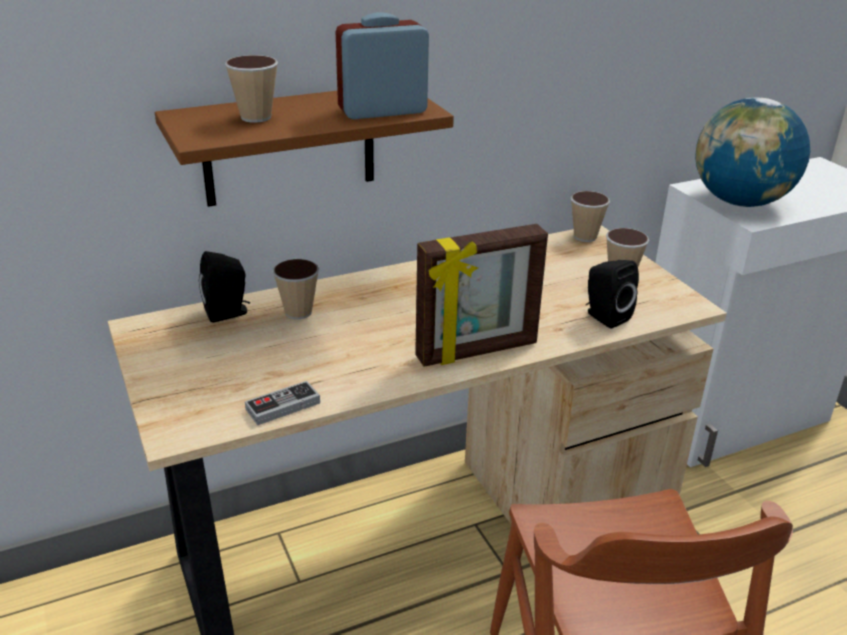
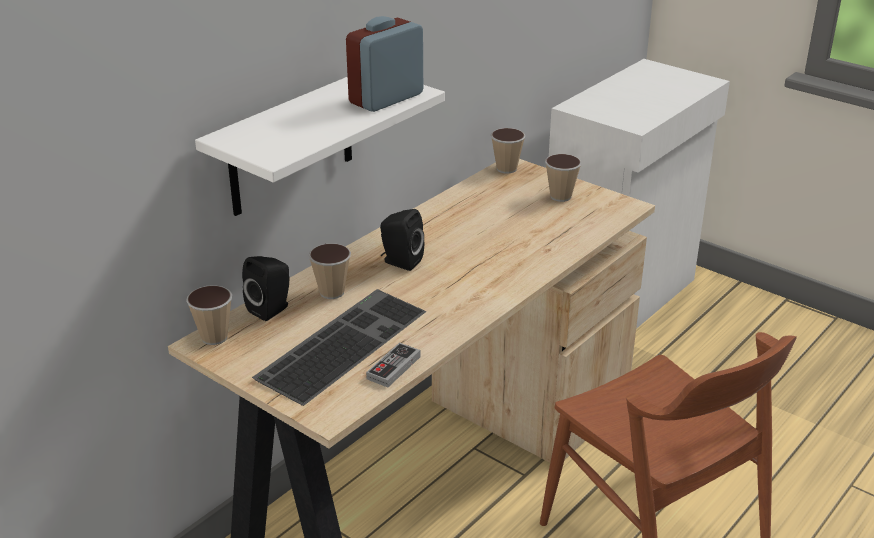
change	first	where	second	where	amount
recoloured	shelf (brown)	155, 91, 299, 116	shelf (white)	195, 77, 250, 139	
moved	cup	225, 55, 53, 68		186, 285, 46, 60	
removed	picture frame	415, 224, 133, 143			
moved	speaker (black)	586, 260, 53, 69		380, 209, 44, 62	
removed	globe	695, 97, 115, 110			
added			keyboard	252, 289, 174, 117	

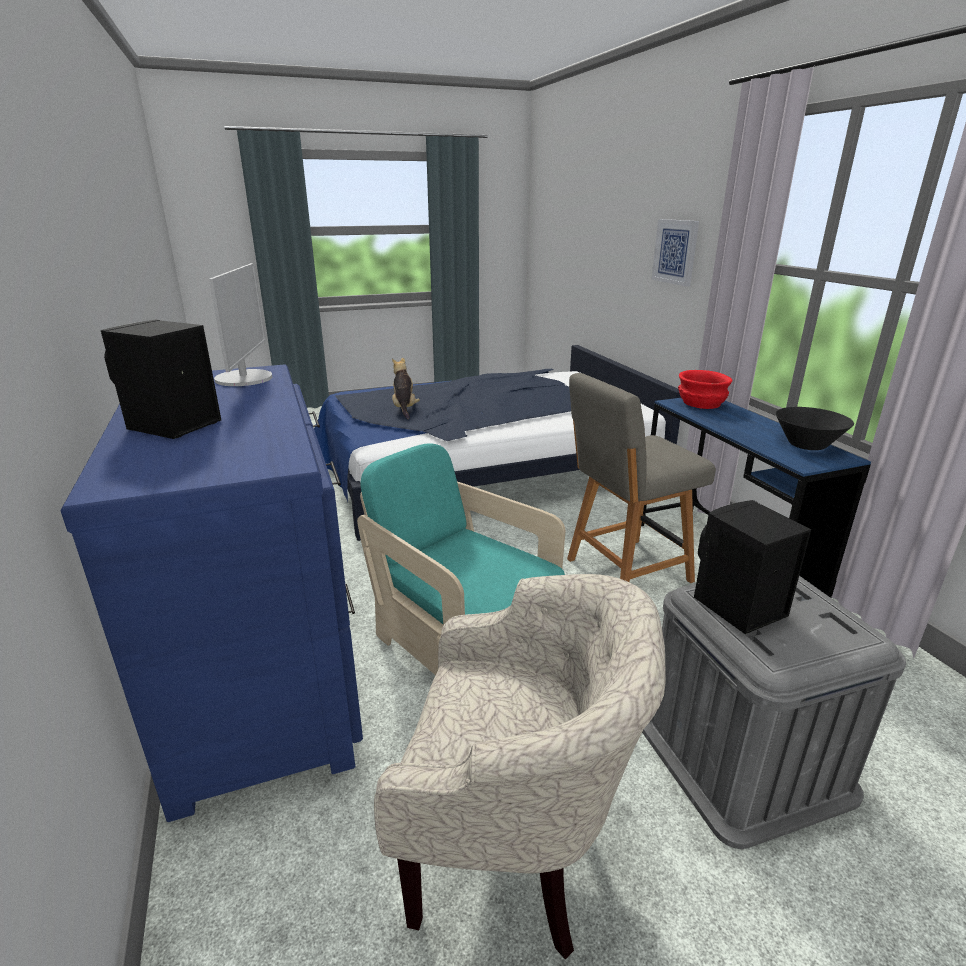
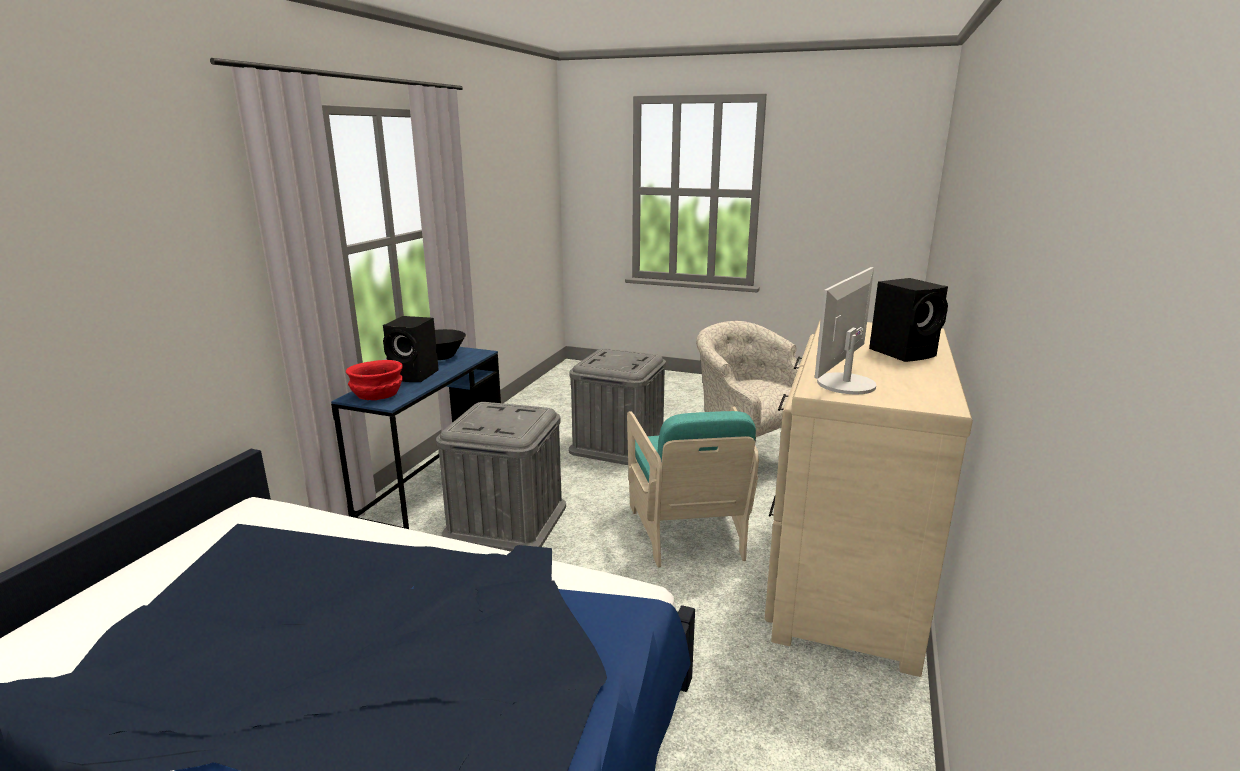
change	first	where	second	where	amount
recoloured	dresser (blue)	60, 364, 303, 458	dresser (beige)	764, 319, 209, 358	
removed	plush toy	392, 358, 28, 61			
replaced	chair (grey)	567, 373, 149, 210	storage box (grey)	436, 402, 130, 150	
removed	picture	651, 219, 48, 68			
moved	speaker (black)	694, 500, 117, 134		383, 316, 56, 66	

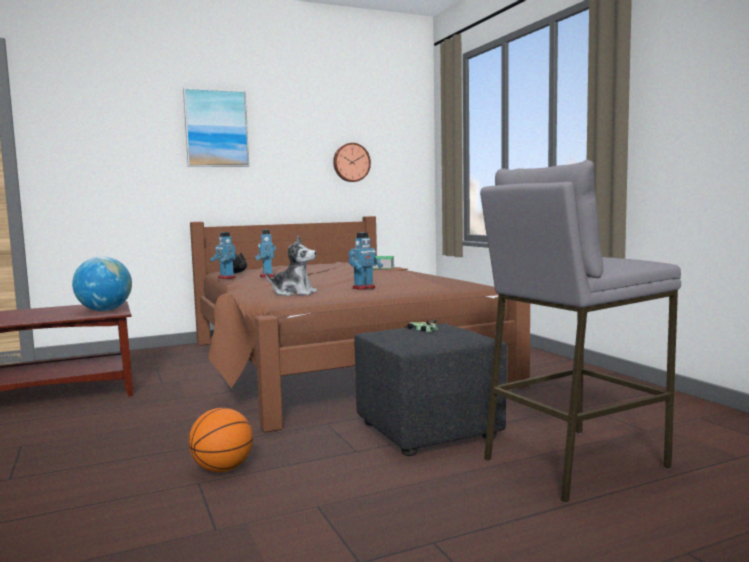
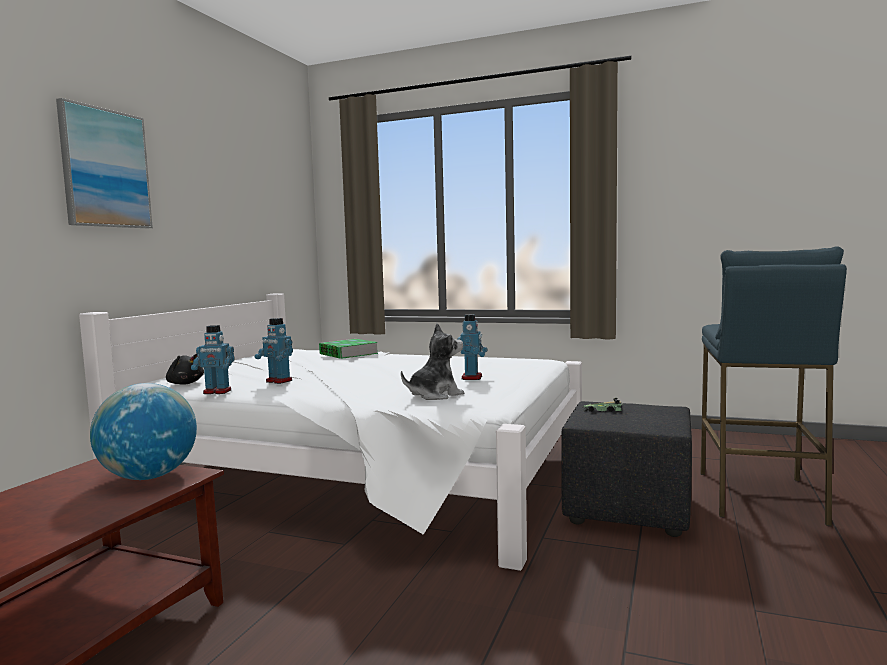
change	first	where	second	where	amount
removed	basketball	188, 408, 65, 64			
recoloured	bed (brown)	190, 216, 340, 216	bed (white)	79, 293, 503, 278	
removed	wall clock	333, 143, 38, 39			
recoloured	stool (grey)	480, 160, 201, 343	stool (blue)	700, 246, 147, 280	

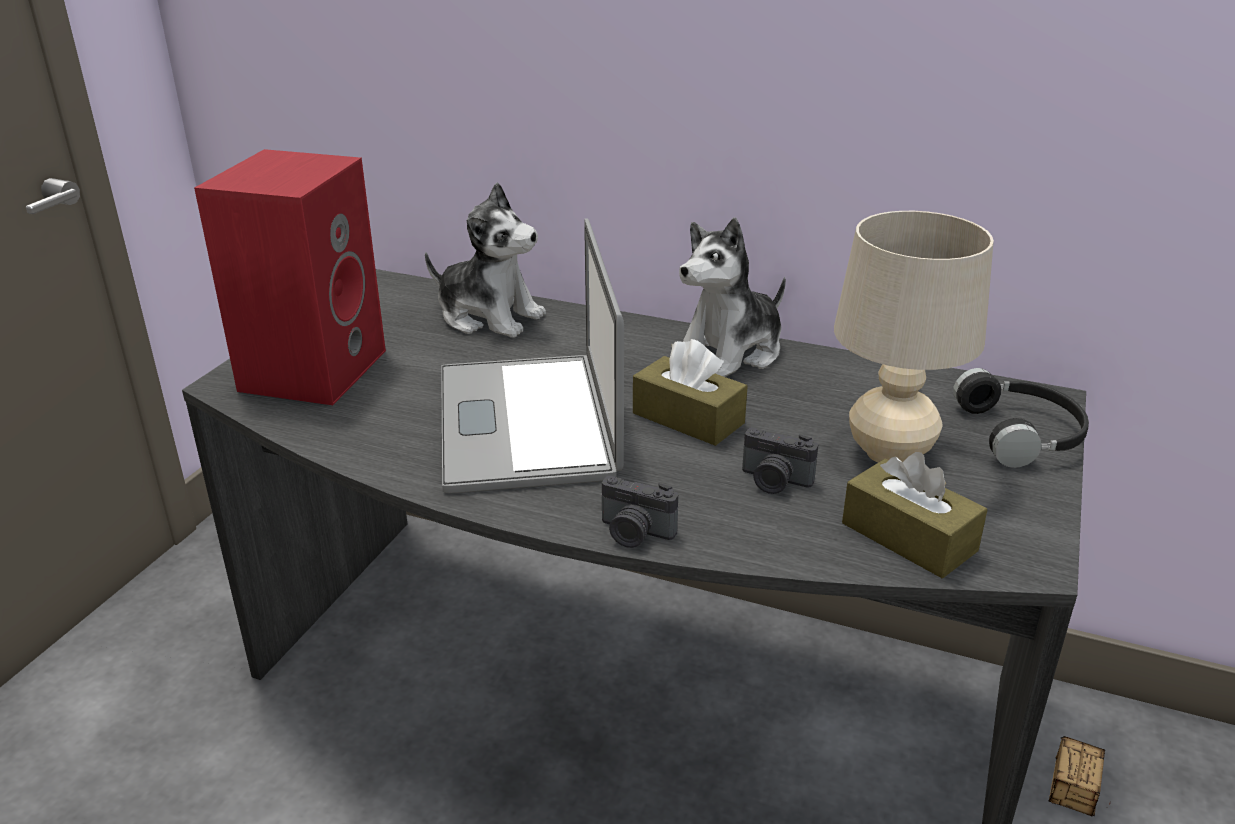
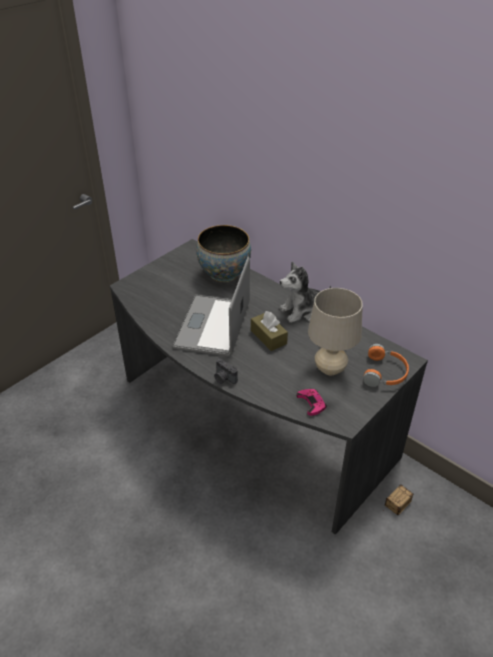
change	first	where	second	where	amount
removed	speaker (red)	194, 149, 192, 256			
replaced	plush toy	425, 182, 121, 156	bowl	196, 225, 55, 57	
removed	photo camera	742, 428, 76, 66			
replaced	tissue box (brown)	842, 452, 145, 126	game controller (pink)	297, 389, 30, 27	
recoloured	headphones (black)	953, 368, 136, 100	headphones (orange)	363, 344, 46, 43	

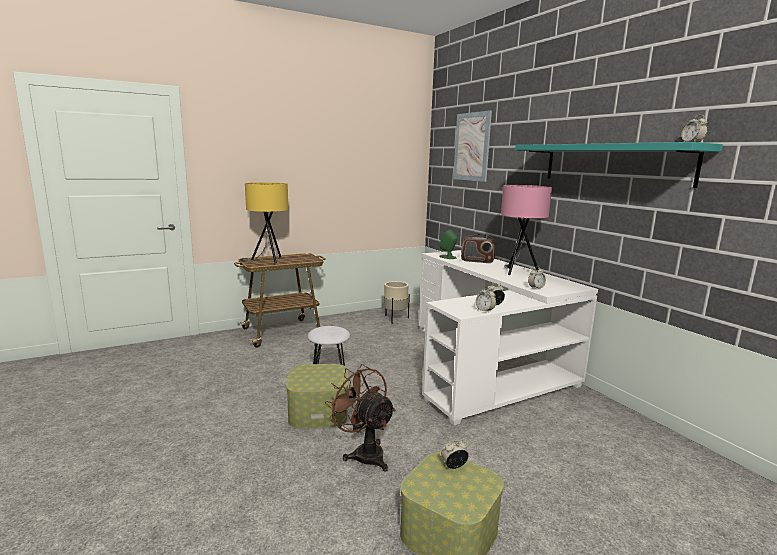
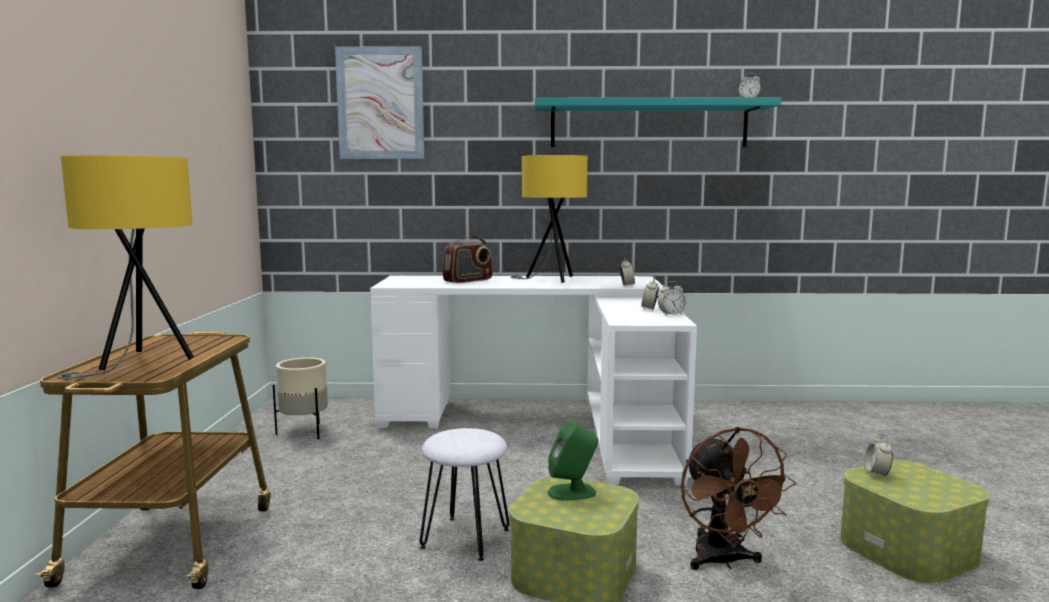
change	first	where	second	where	amount
turned	fan (brown)	325, 364, 71, 108		681, 427, 115, 143	90 degrees counterclockwise
moved	speaker (green)	439, 230, 19, 29		548, 421, 50, 79	
recoloured	table lamp (pink)	501, 185, 51, 90	table lamp (yellow)	510, 155, 78, 128	

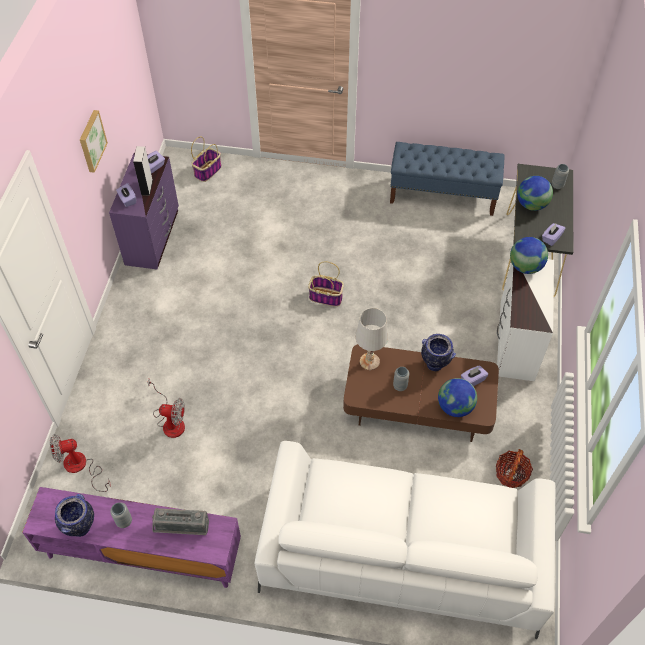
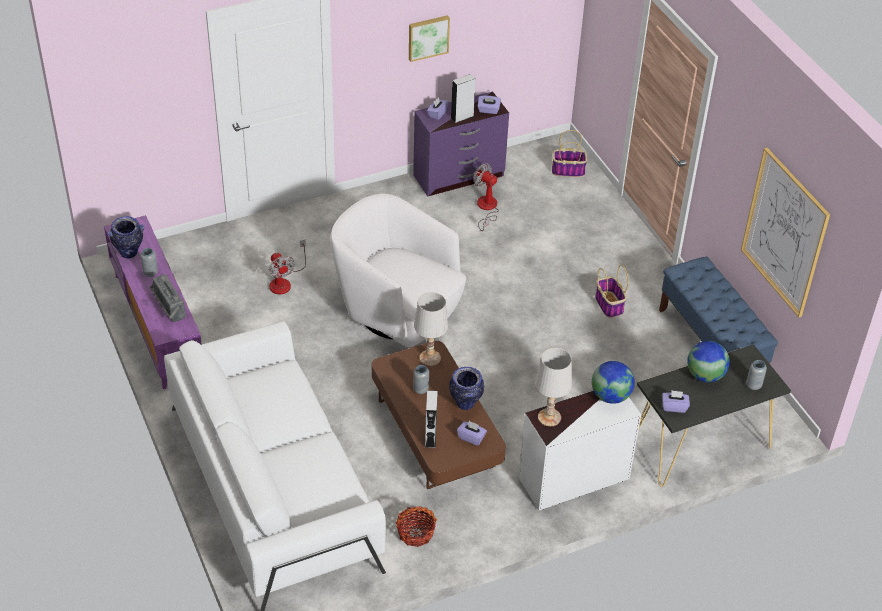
change	first	where	second	where	amount
moved	fan	50, 434, 61, 58		473, 163, 26, 68	
moved	basket	308, 261, 36, 46		595, 264, 34, 54	
replaced	globe	438, 378, 39, 39	speaker (grey)	425, 390, 13, 58	
added			armchair (white)	330, 194, 136, 153	
added			table lamp (white)	535, 348, 37, 78	
added			picture	741, 148, 89, 169	

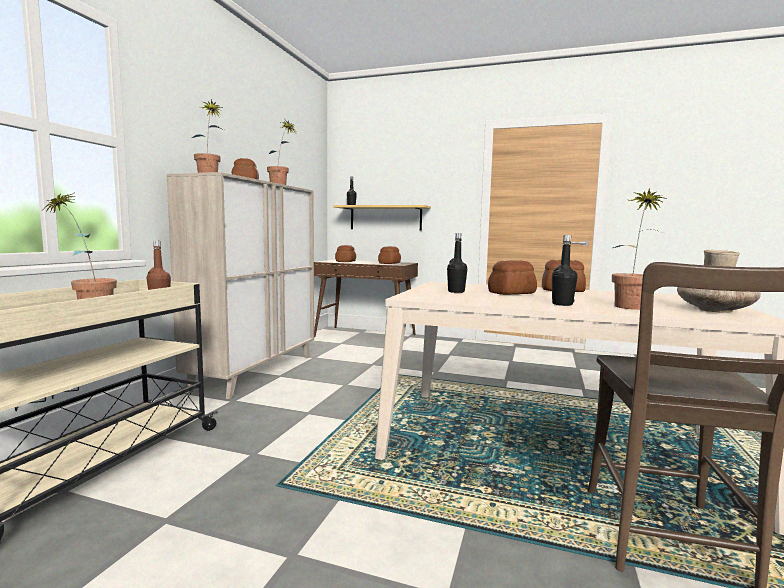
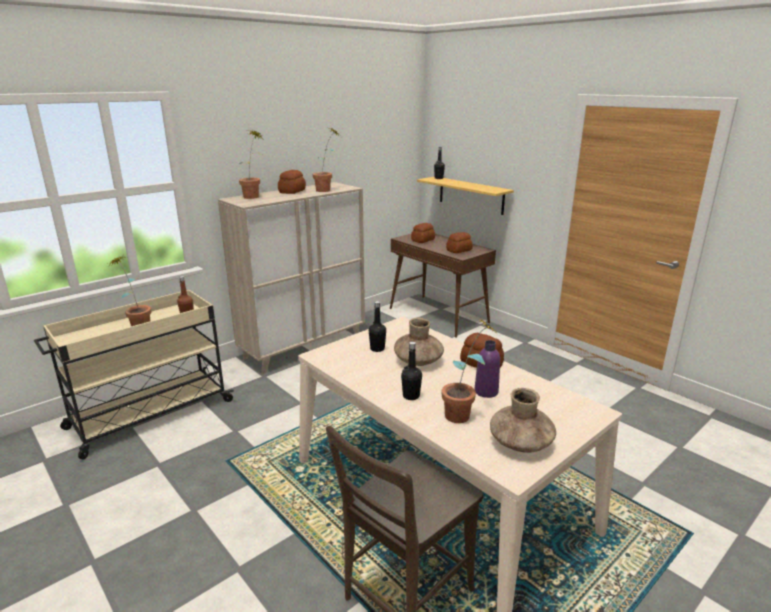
change	first	where	second	where	amount
replaced	bread	488, 260, 49, 35	vase (brown)	394, 318, 50, 48	
added			bottle (purple)	474, 340, 26, 58	

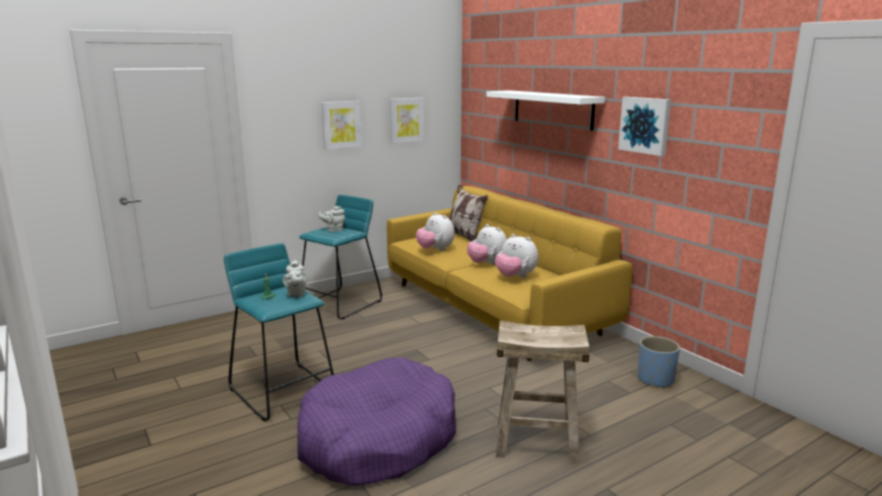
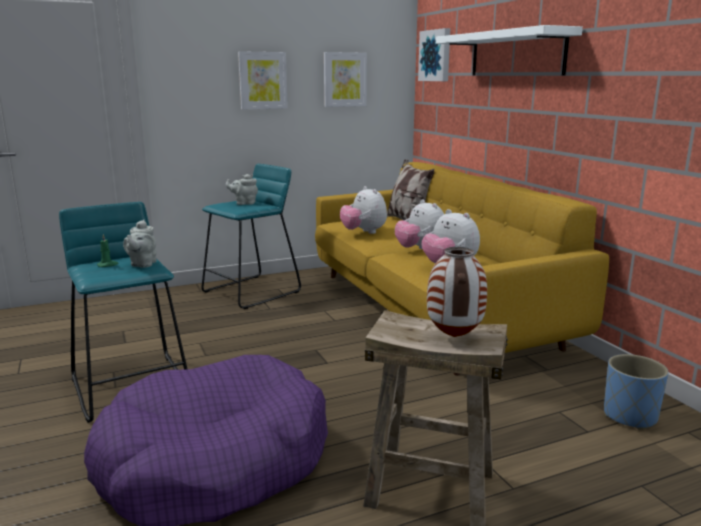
change	first	where	second	where	amount
moved	picture	618, 97, 53, 59		418, 28, 32, 53	
added			vase	427, 247, 60, 90	

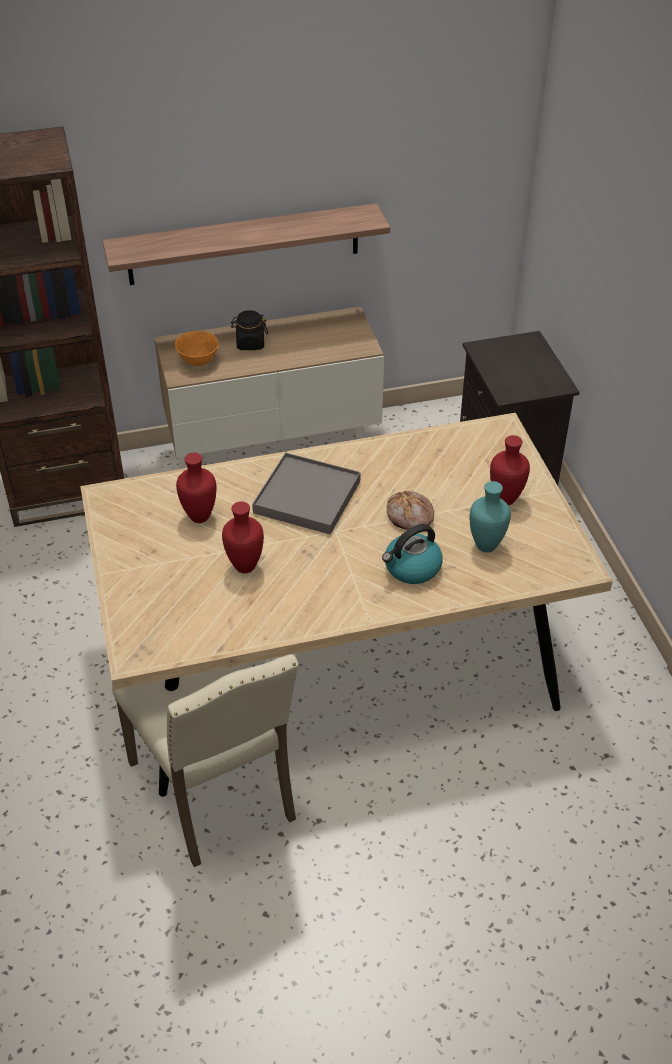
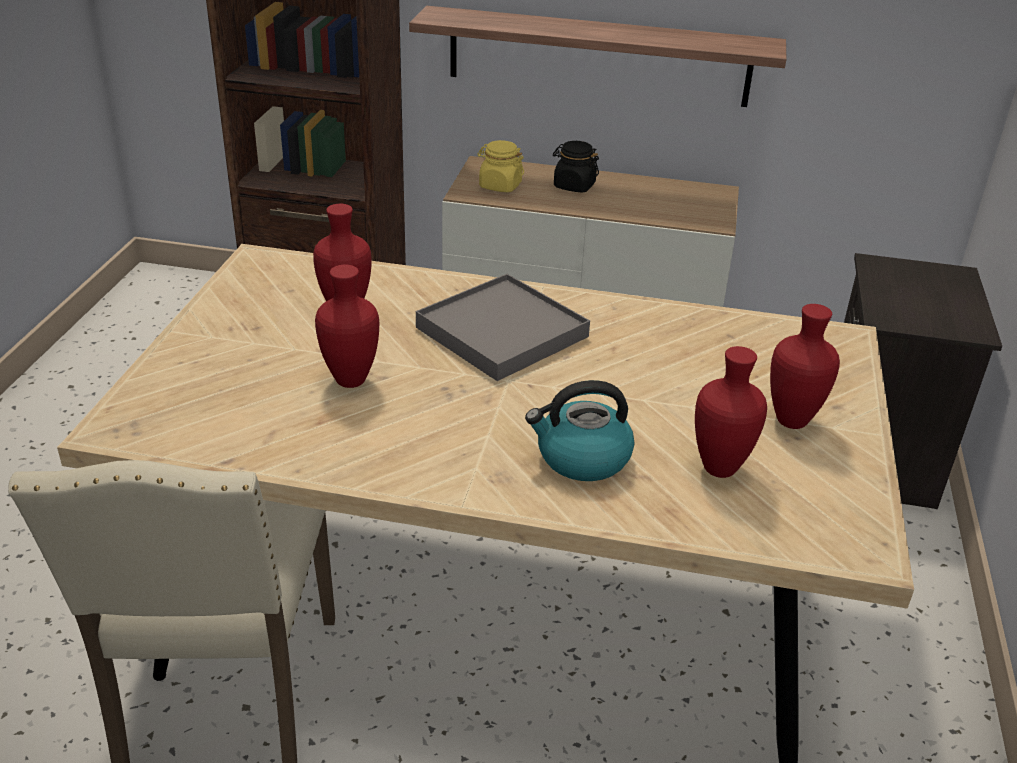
change	first	where	second	where	amount
replaced	bowl (orange)	175, 331, 44, 35	jar (yellow)	477, 140, 47, 52	
removed	bread	387, 491, 47, 39			
recoloured	vase (turquoise)	469, 481, 42, 72	vase (red)	695, 346, 72, 132	

